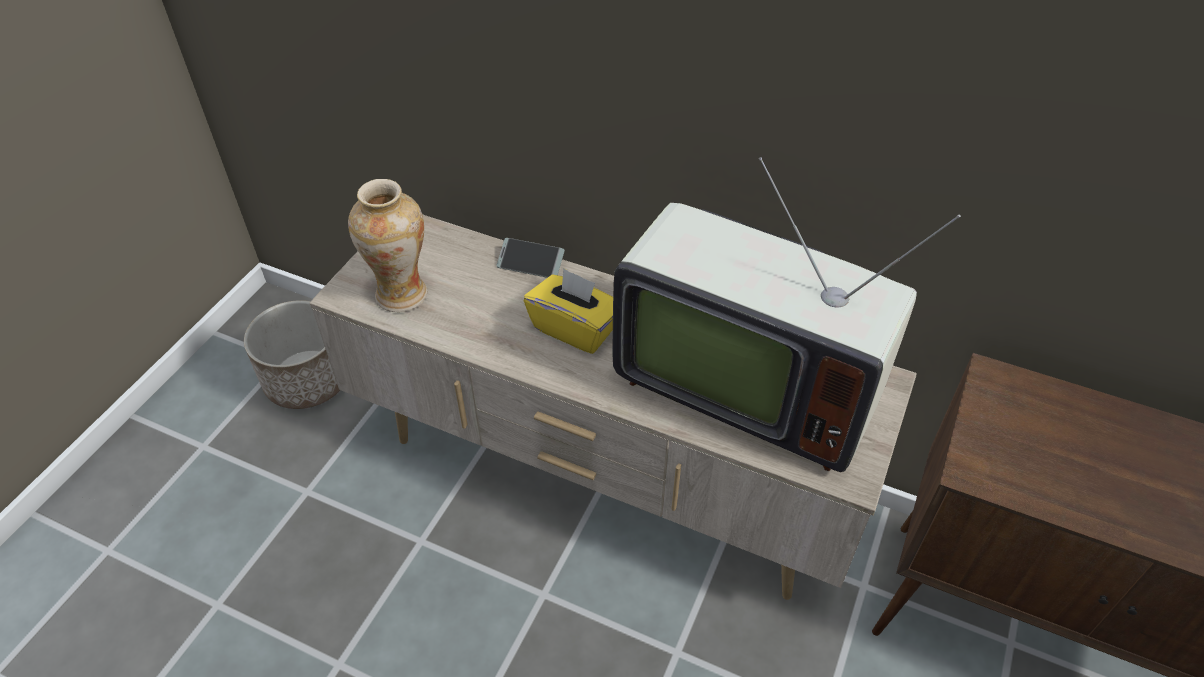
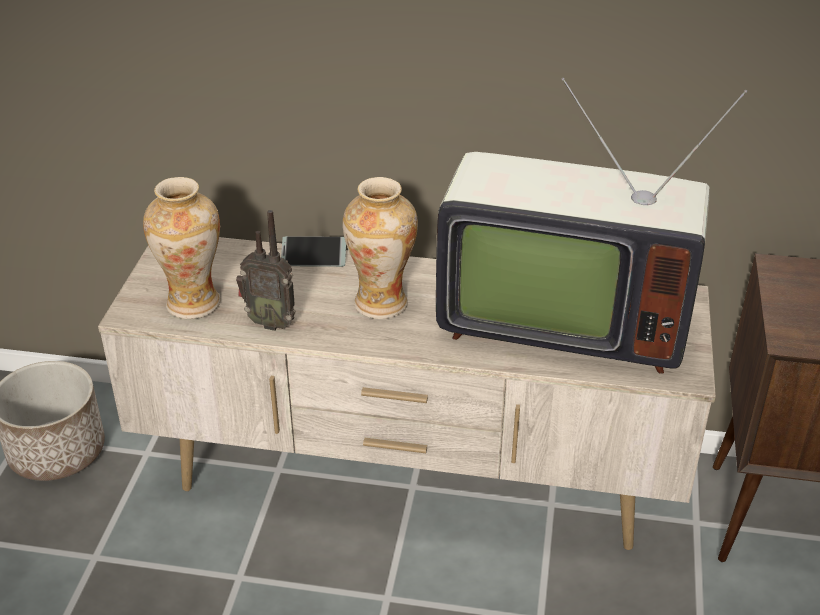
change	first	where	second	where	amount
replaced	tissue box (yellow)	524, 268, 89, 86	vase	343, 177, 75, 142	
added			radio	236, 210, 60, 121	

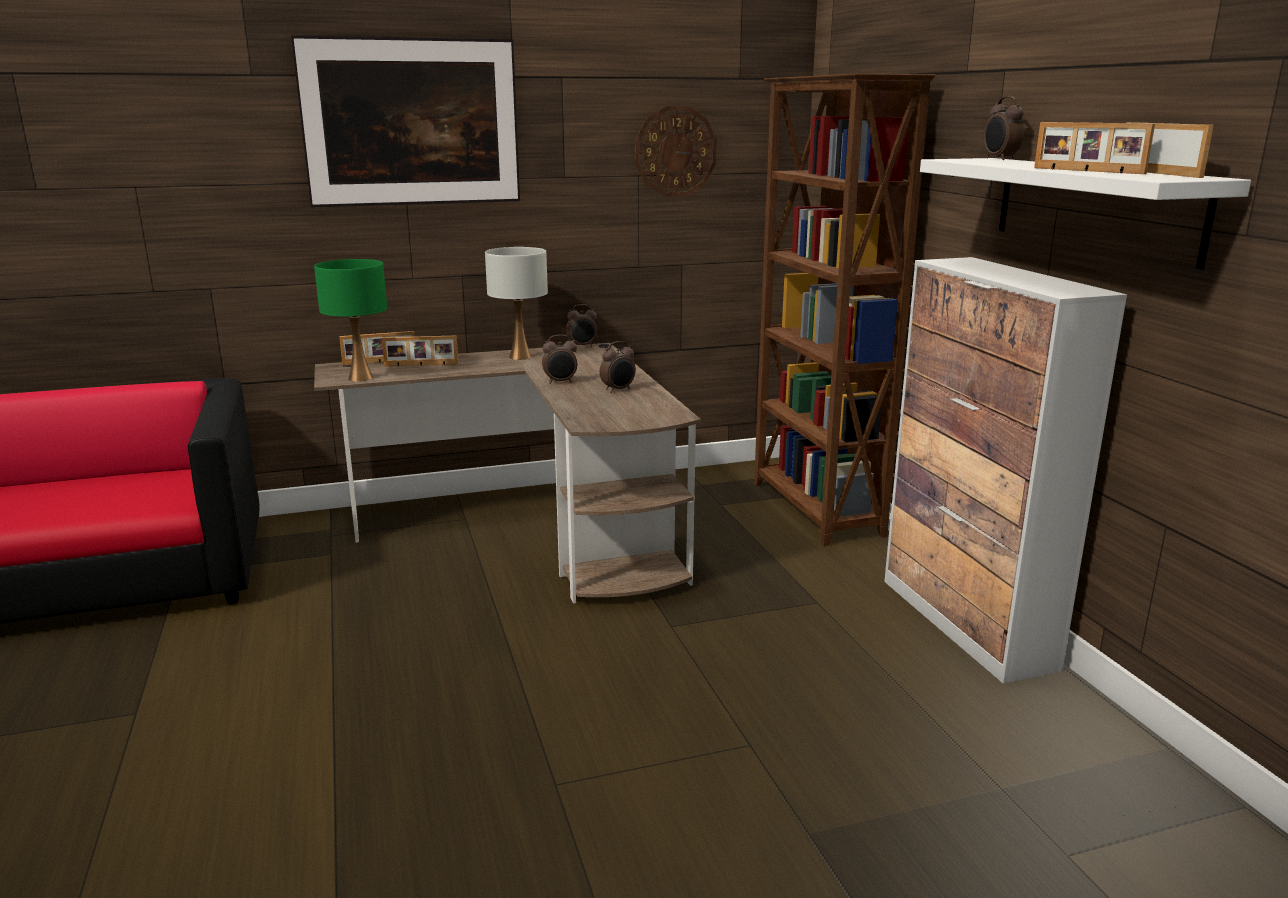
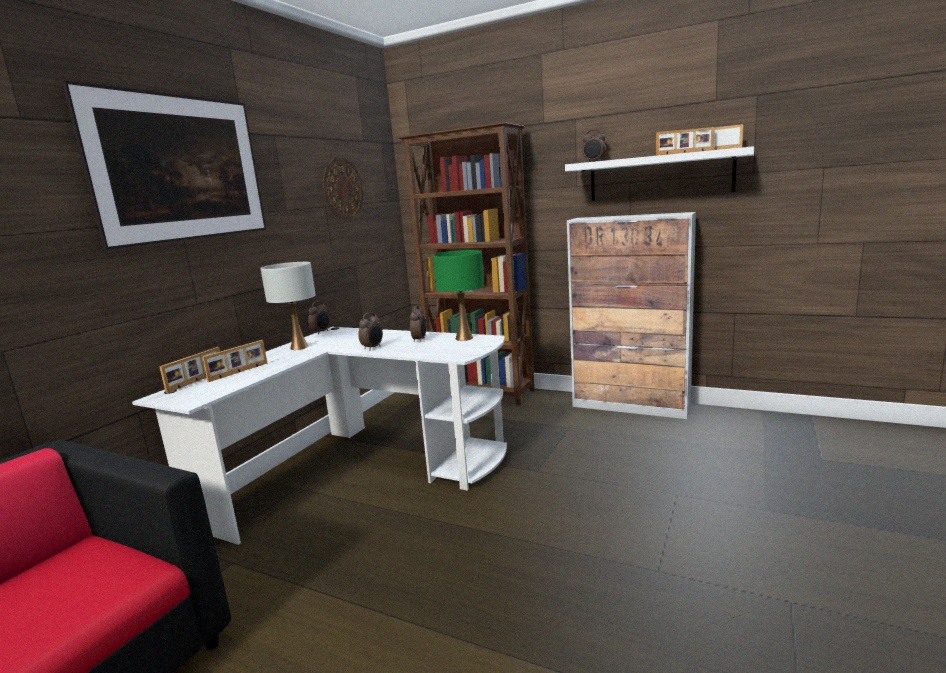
change	first	where	second	where	amount
moved	table lamp (green)	314, 259, 73, 123		433, 250, 51, 91	
recoloured	desk (brown)	314, 343, 387, 260	desk (white)	132, 327, 375, 218	

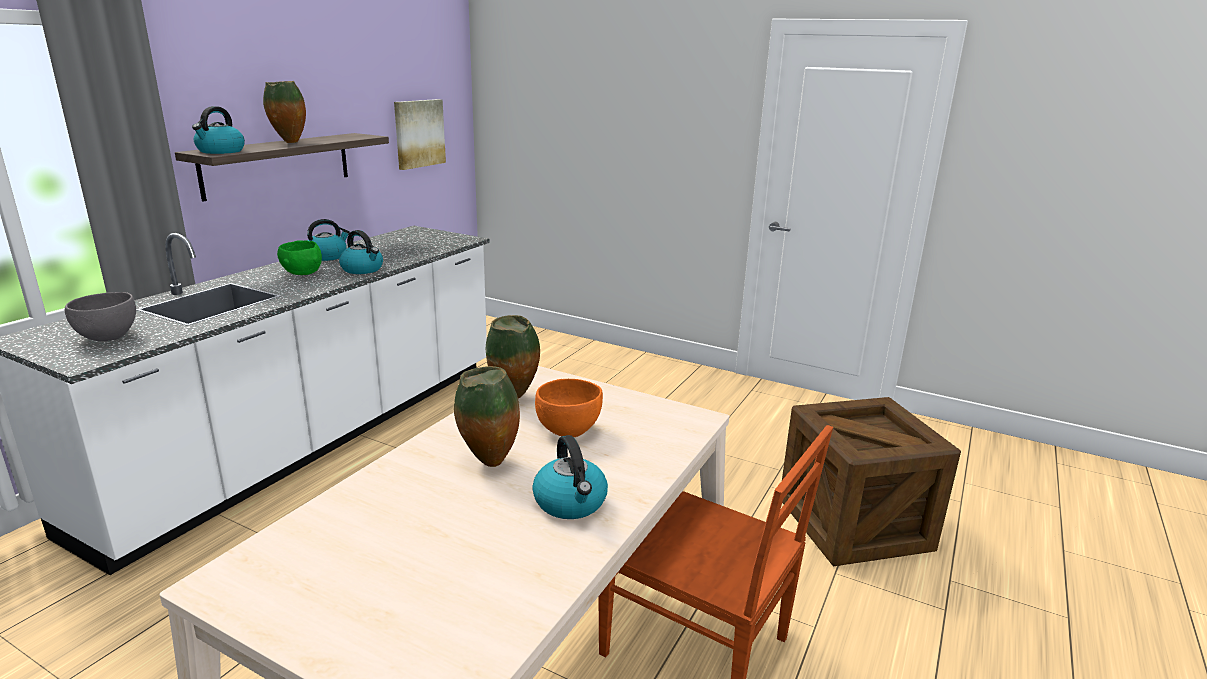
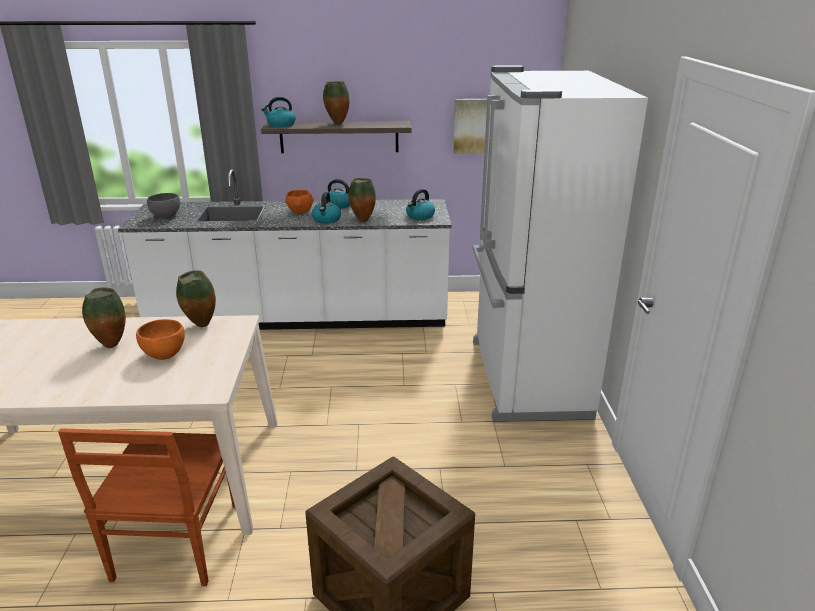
change	first	where	second	where	amount
recoloured	bowl (green)	277, 240, 45, 35	bowl (orange)	285, 190, 29, 23	
moved	kettle	532, 435, 76, 84		406, 189, 29, 31	
added			vase	348, 178, 28, 44	
added			fridge (white)	472, 66, 176, 355	

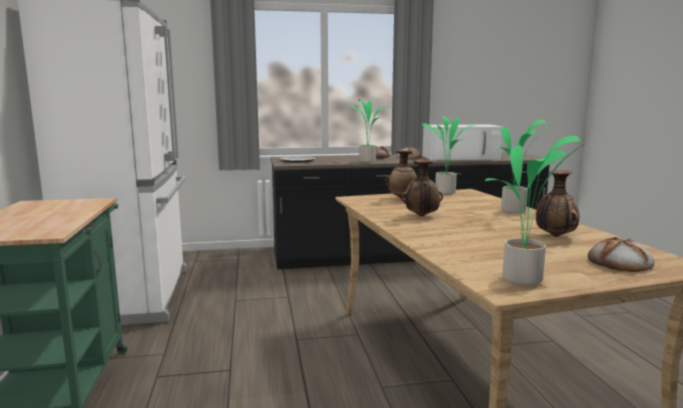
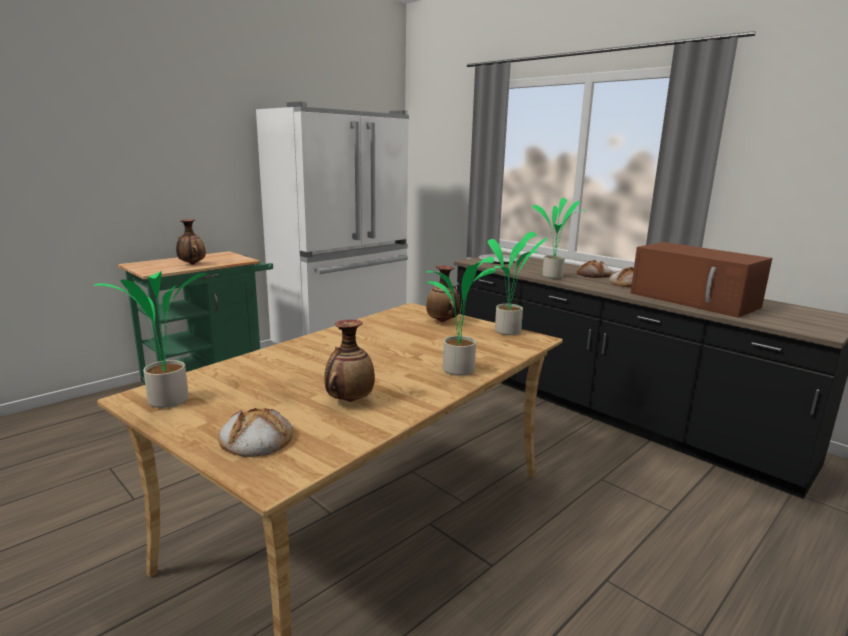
change	first	where	second	where	amount
moved	vase	401, 159, 42, 57		176, 219, 30, 46	
recoloured	microwave (white)	422, 125, 81, 35	microwave (brown)	631, 242, 141, 76	

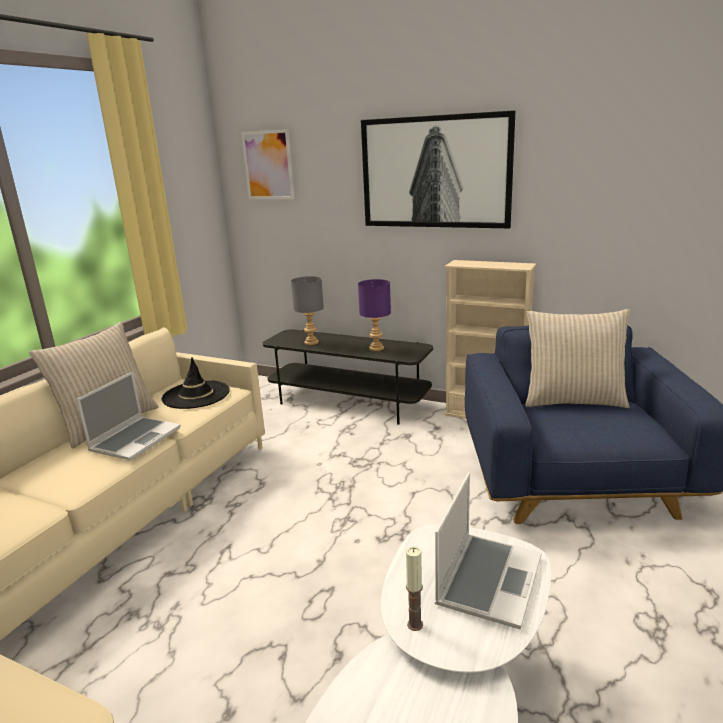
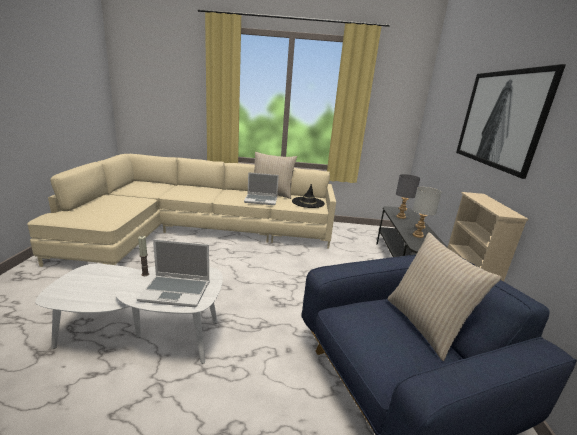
change	first	where	second	where	amount
removed	picture	241, 129, 53, 70			
recoloured	table lamp (purple)	358, 279, 33, 72	table lamp (grey)	412, 187, 30, 51	

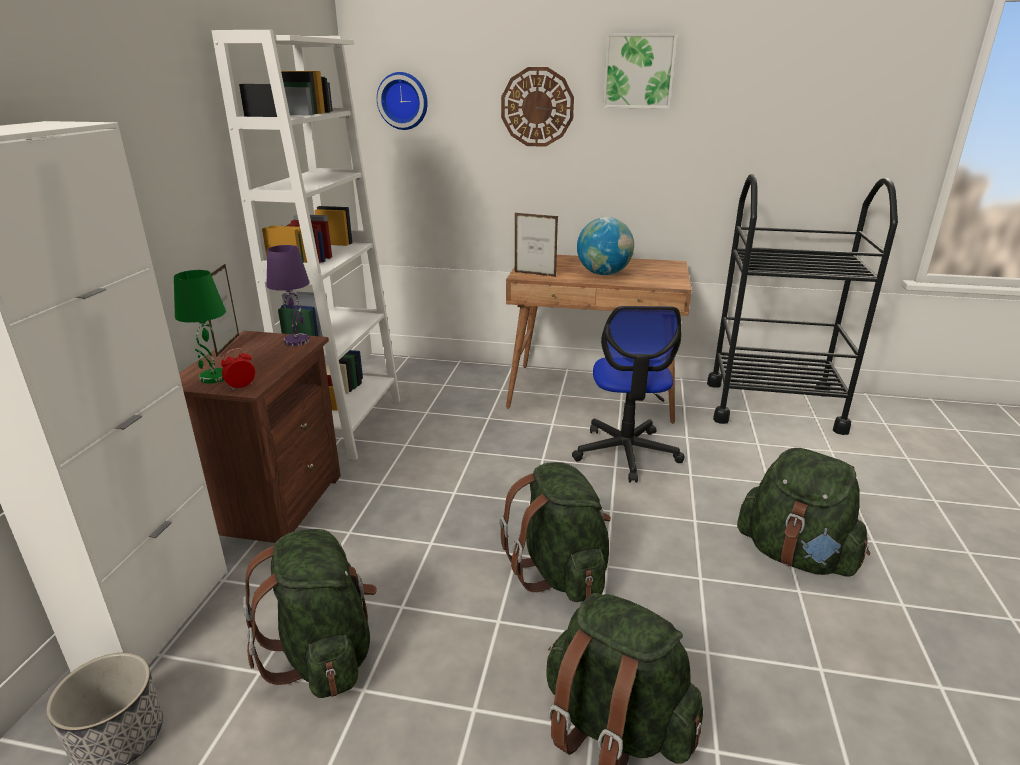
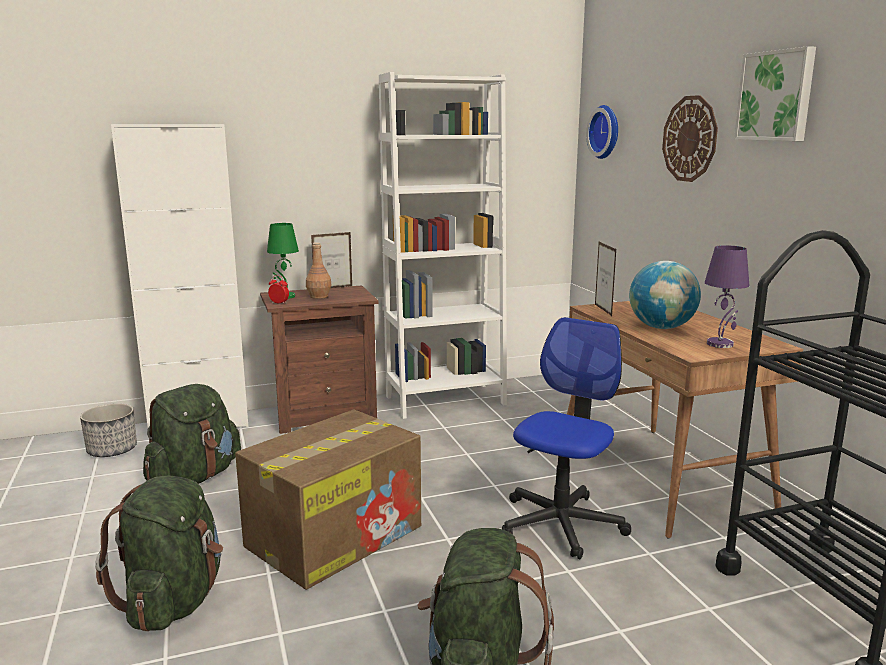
change	first	where	second	where	amount
moved	table lamp (purple)	266, 245, 44, 101		704, 245, 45, 103	
replaced	backpack (green)	500, 462, 111, 140	cardboard box	235, 410, 186, 180	
turned	office chair	572, 306, 113, 177		502, 317, 129, 242	150 degrees clockwise
added			bottle (brown)	306, 242, 25, 57	

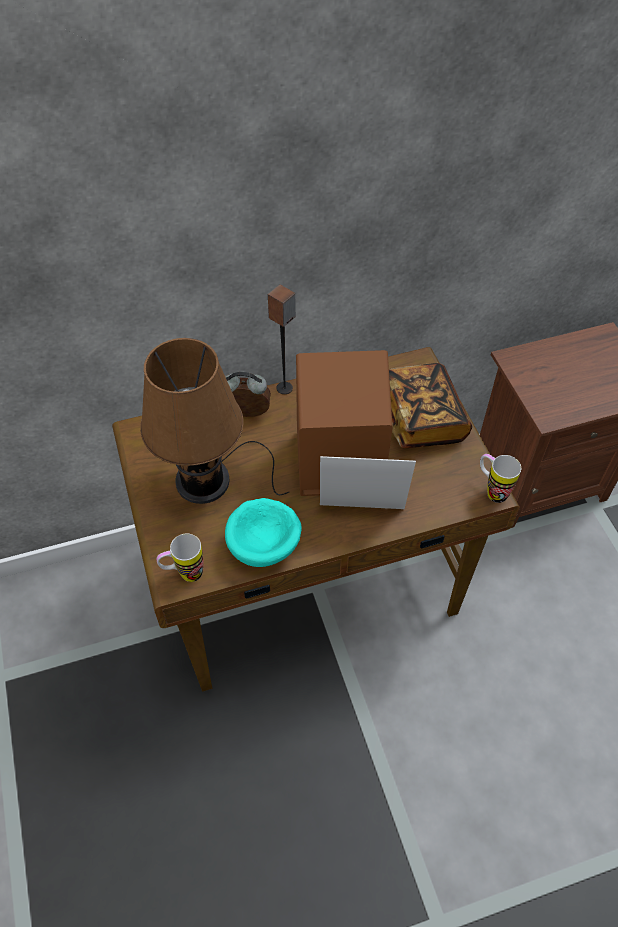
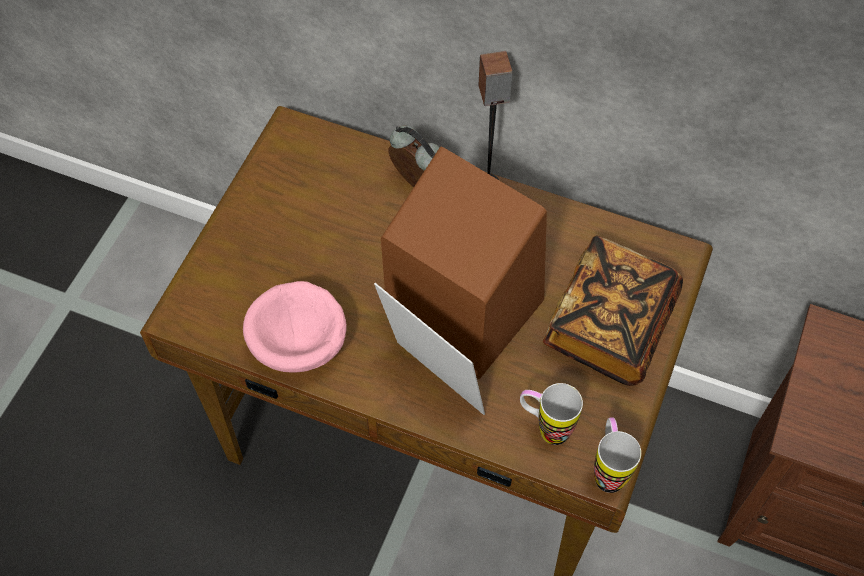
change	first	where	second	where	amount
removed	table lamp (brown)	140, 338, 149, 166			
moved	mug	157, 533, 46, 49		520, 383, 63, 62	
recoloured	bowl (turquoise)	225, 498, 77, 69	bowl (pink)	243, 281, 104, 92	

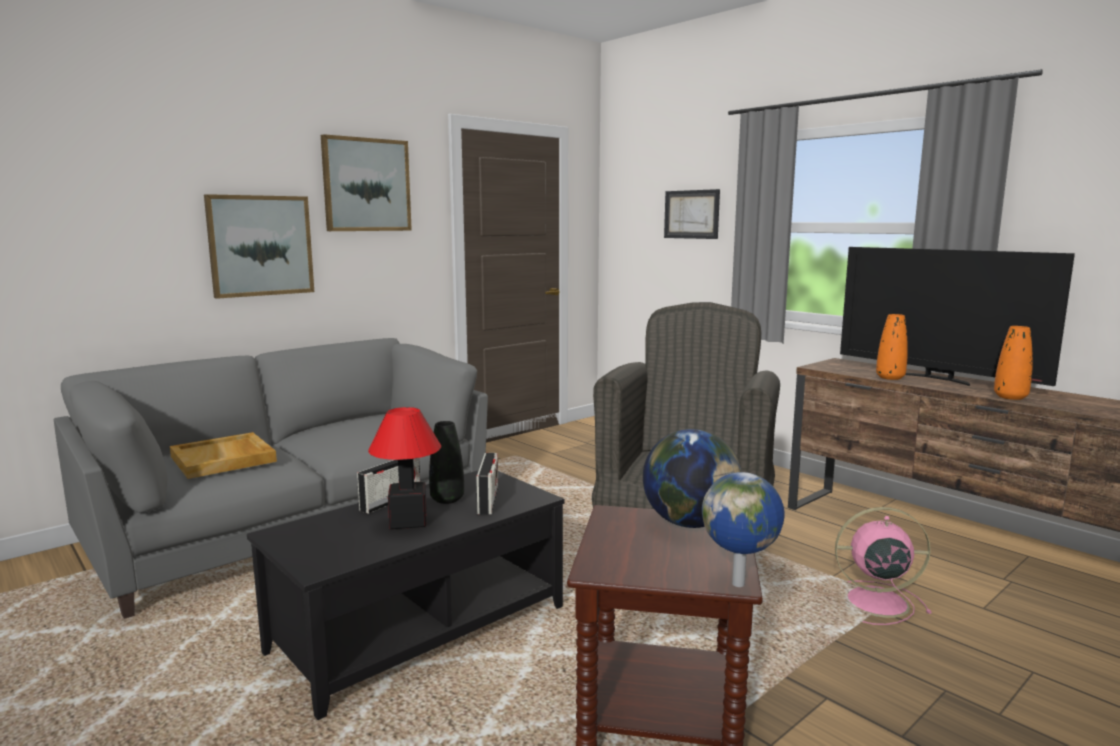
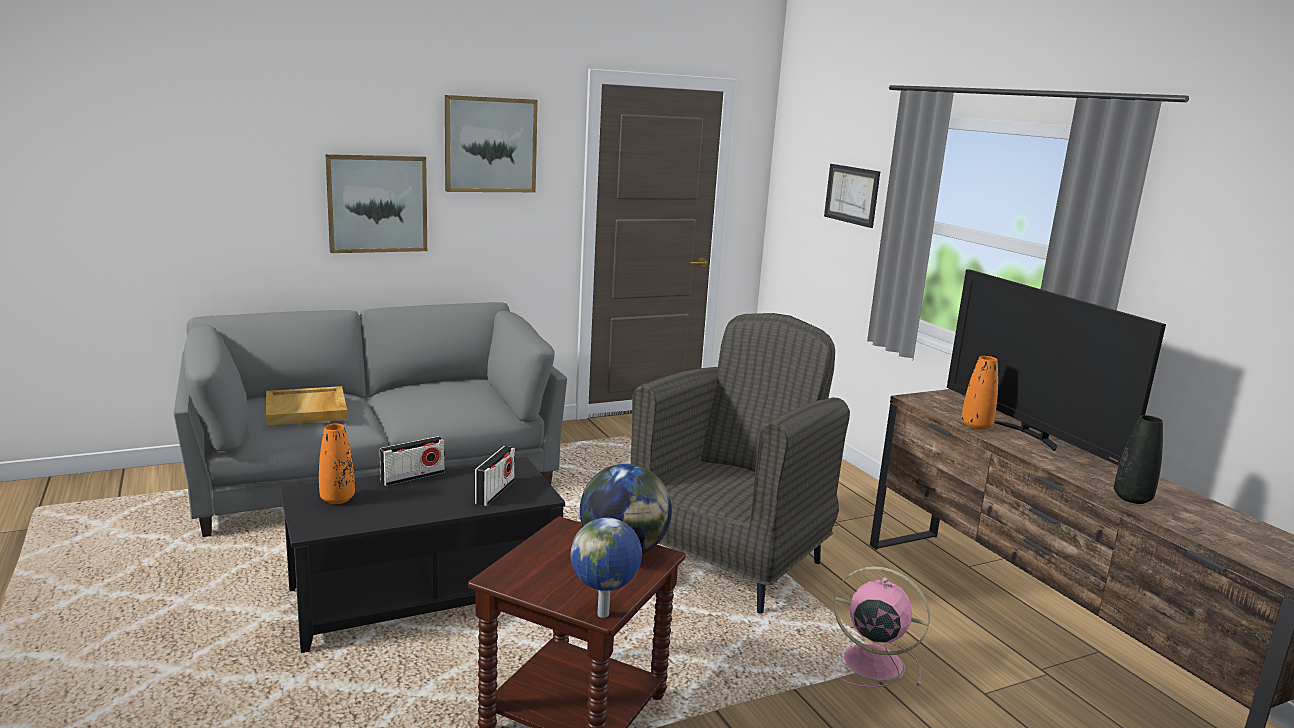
change	first	where	second	where	amount
removed	table lamp	368, 407, 73, 122			
moved	vase (black)	429, 421, 35, 83		1114, 415, 49, 89	
moved	vase (orange)	994, 326, 39, 74		319, 424, 36, 80	

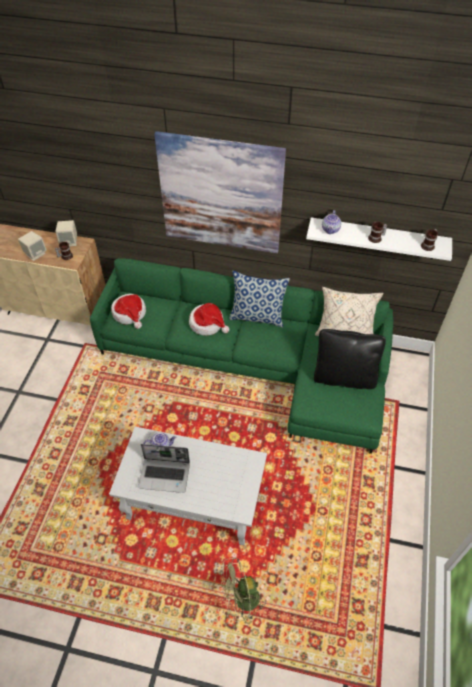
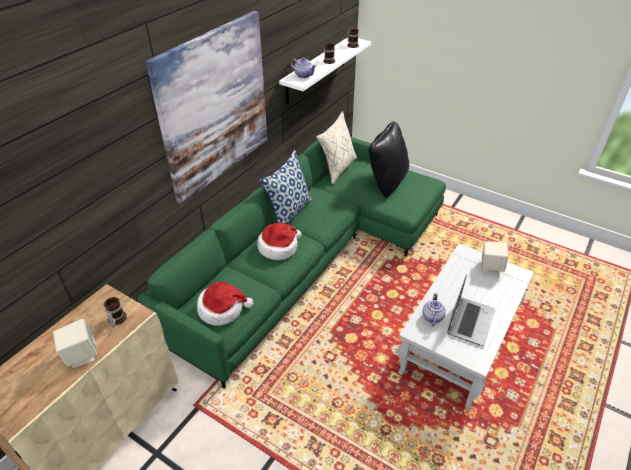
change	first	where	second	where	amount
moved	speaker (beige)	55, 220, 22, 26		481, 241, 27, 34	
removed	fan (green)	221, 557, 45, 65			

